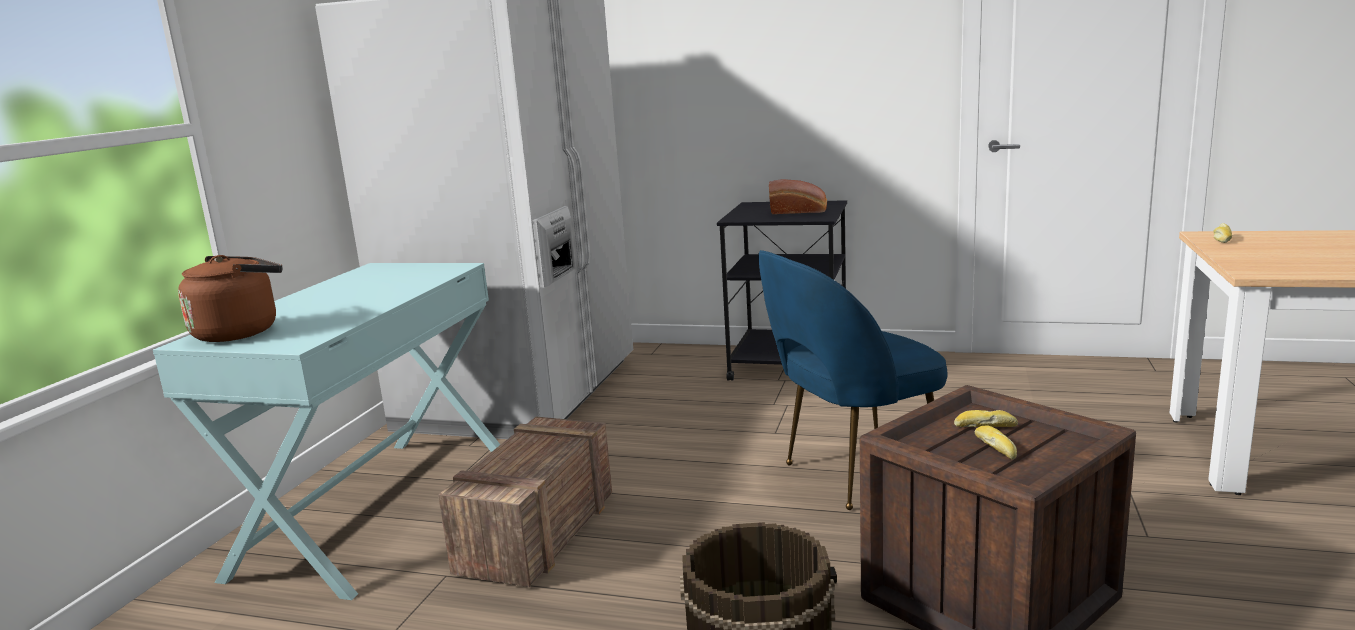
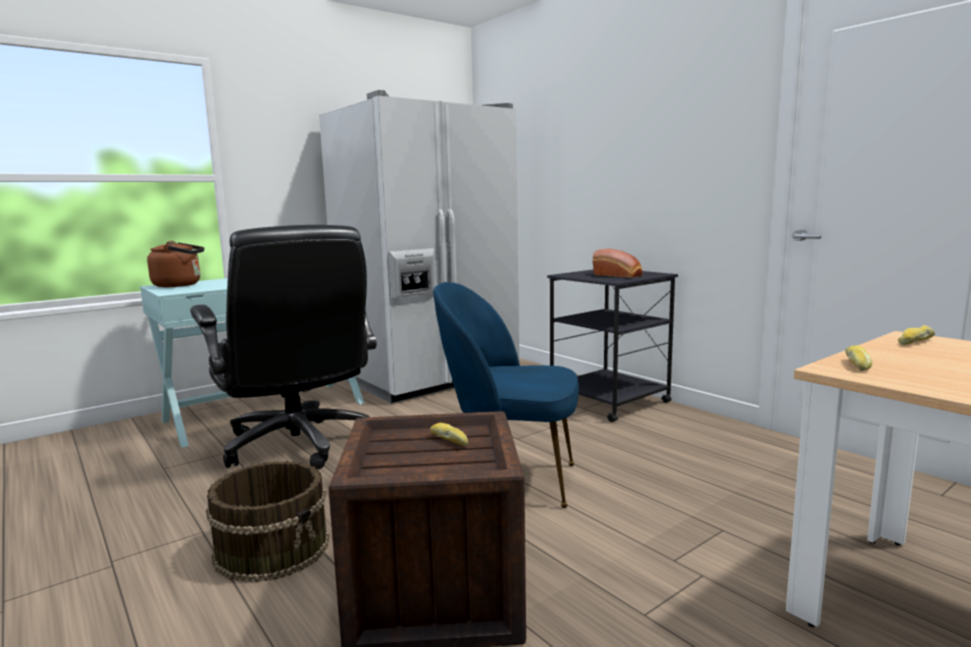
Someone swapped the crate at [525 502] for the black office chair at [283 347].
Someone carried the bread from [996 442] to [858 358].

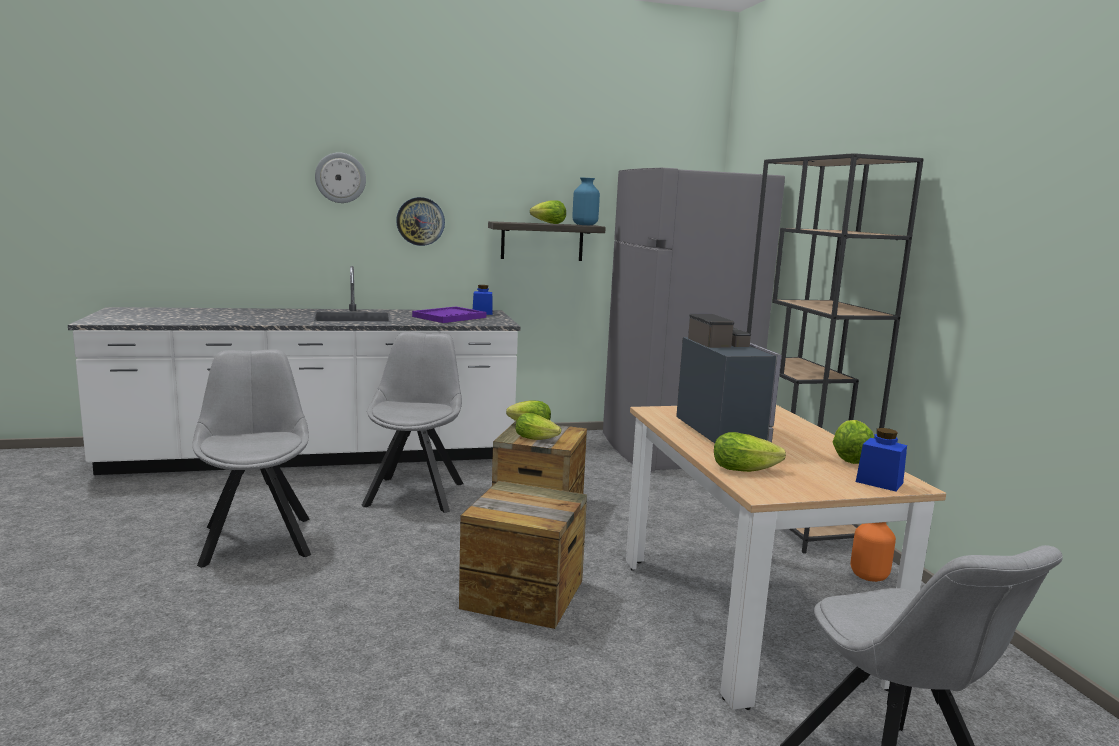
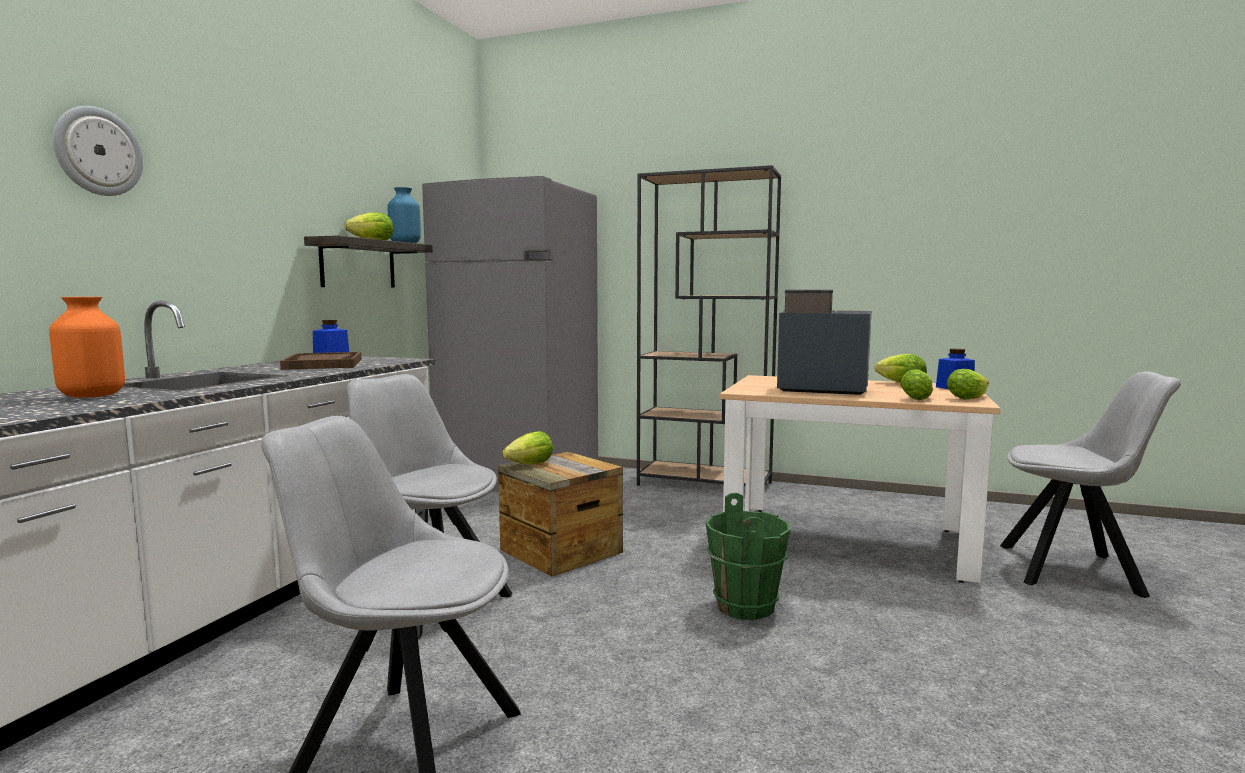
Someone took away the wall clock at [420 221].
Someone repainted the purple tray at [449 314], which became the brown tray at [321 361].
Someone swapped the crate at [523 555] for the green bucket at [747 556].
Someone carried the lettuce from [538 426] to [968 384].
Someone carried the orange vase from [873 552] to [87 347].

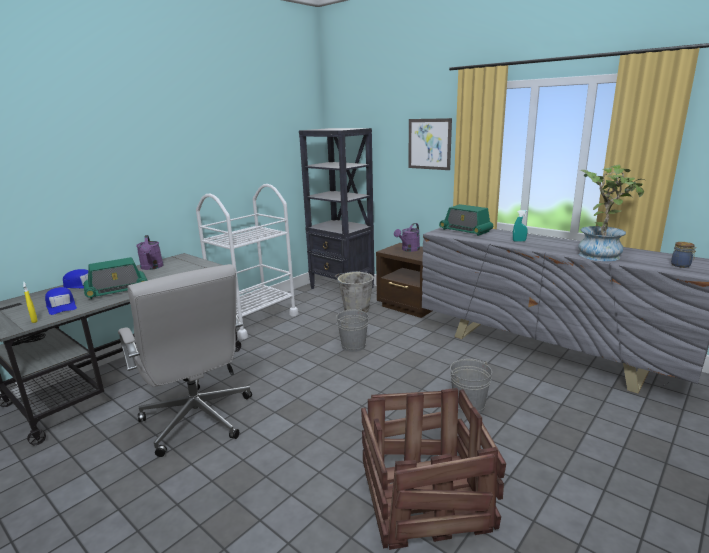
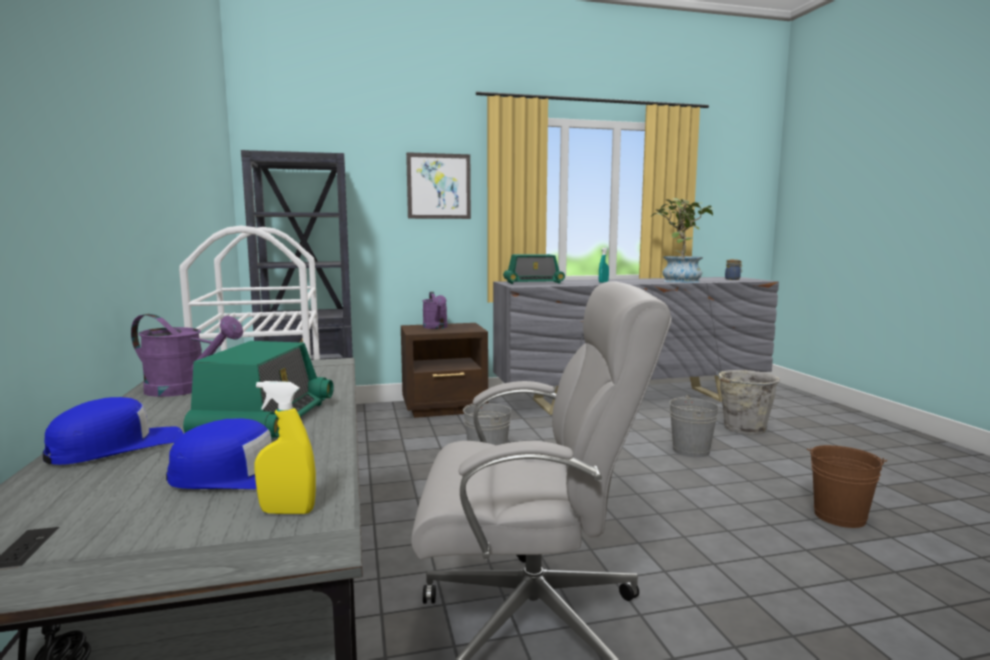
Someone carried the grey bucket from [354 291] to [747 402].
Someone swapped the crate at [433 469] for the brown bucket at [847 486].

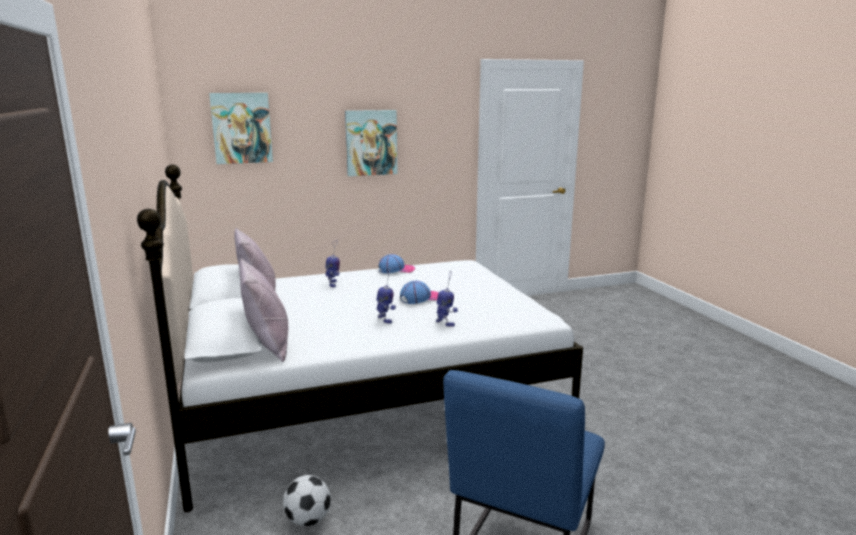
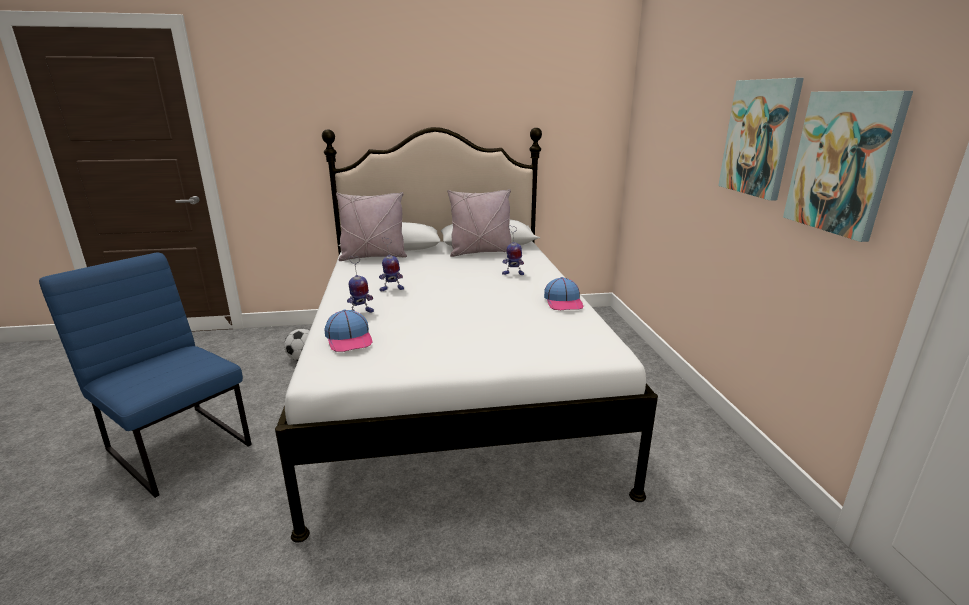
Someone carried the picture from [241 128] to [848 166].
Someone carried the cap from [419 292] to [348 330].

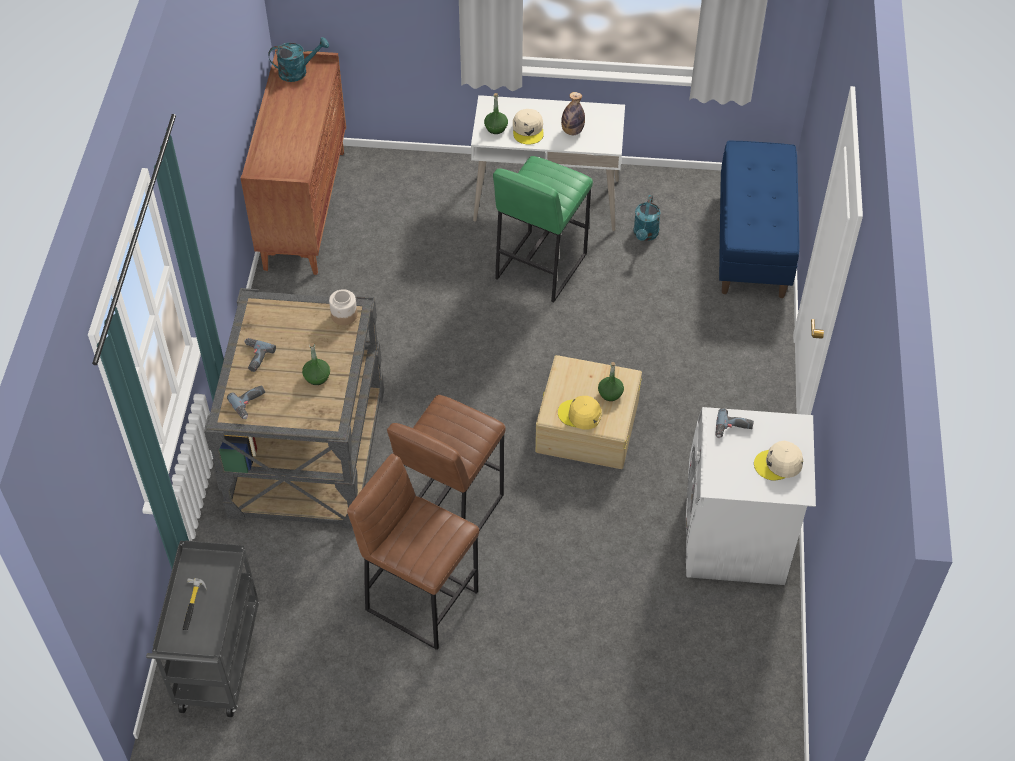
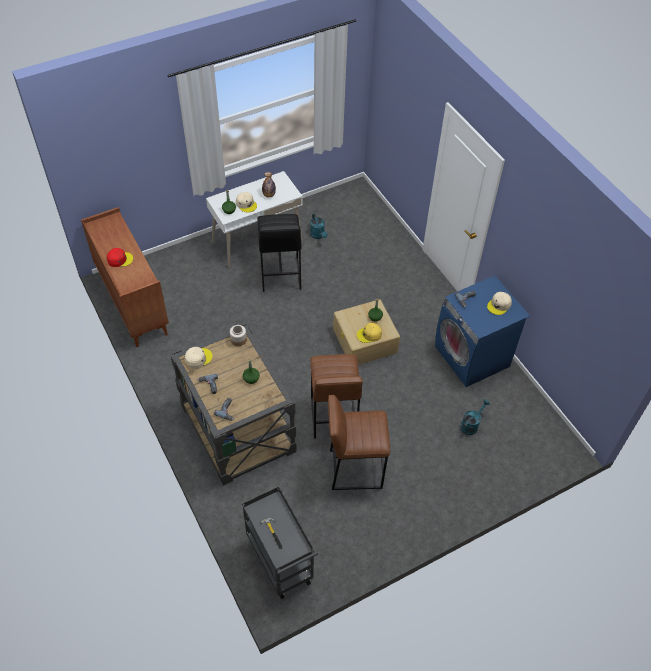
Someone carried the turquoise watering can from [298 59] to [475 417].
Someone repainted the green stool at [543 229], which became the black stool at [279 253].
Someone repainted the white washing machine at [751 496], which became the blue washing machine at [482 331].
Someone took away the blue bench at [759 219].
Someone put down the red cap at [120 257].
Someone put down the beige cap at [199 358].

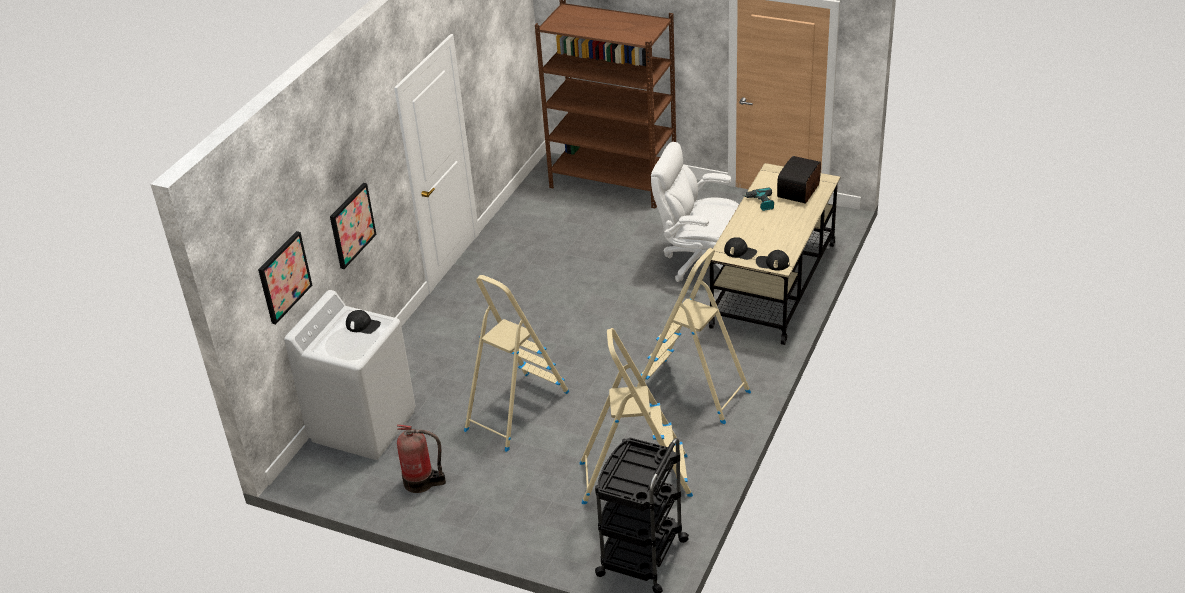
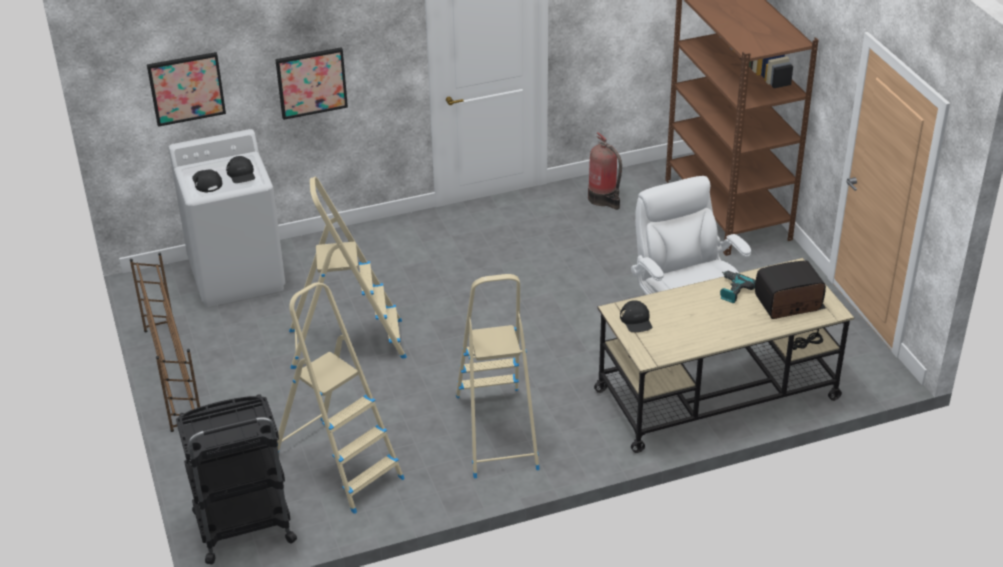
Someone carried the fire extinguisher from [421 458] to [605 171].
Someone carried the black cap from [773 260] to [207 181].
Someone put down the brown shoe rack at [165 342].

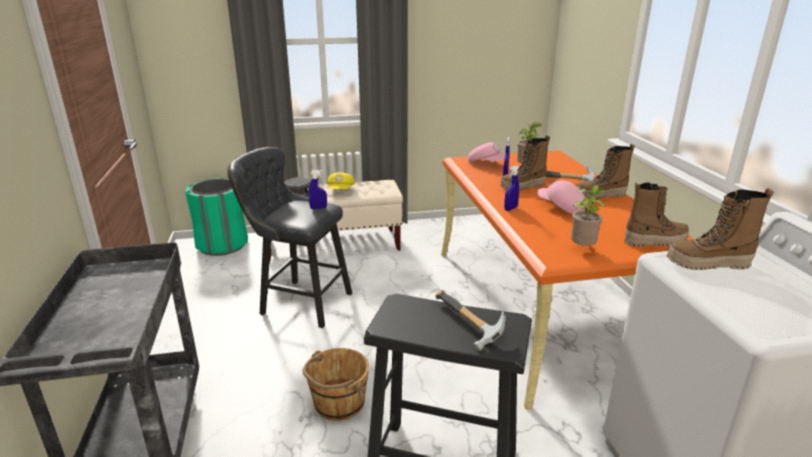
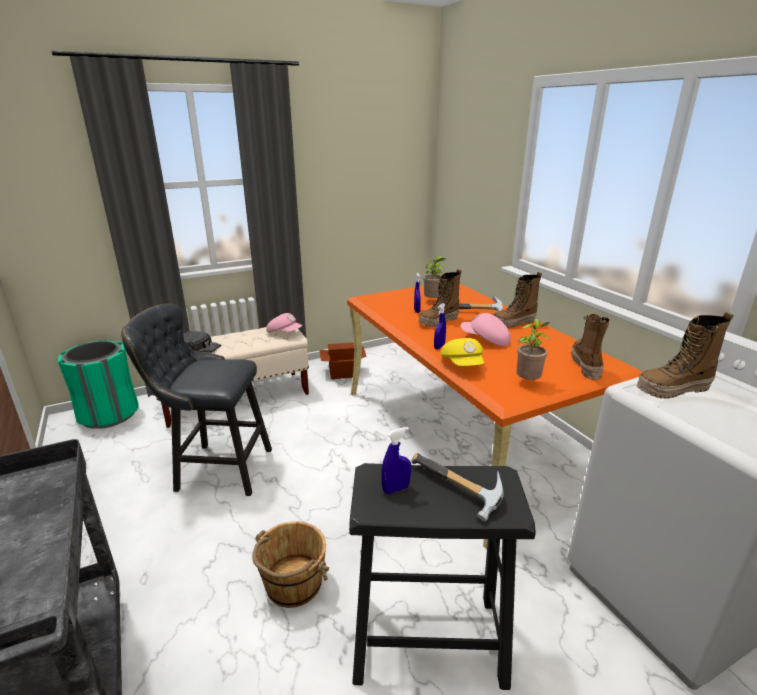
Someone carried the blue spray bottle from [318 189] to [396 460].
Someone carried the yellow cap from [341 180] to [462 352].
Someone carried the pink cap from [486 152] to [284 322].
Someone rotated the boot at [656 214] by 60 degrees counterclockwise.
Someone put down the cardboard box at [343 360].

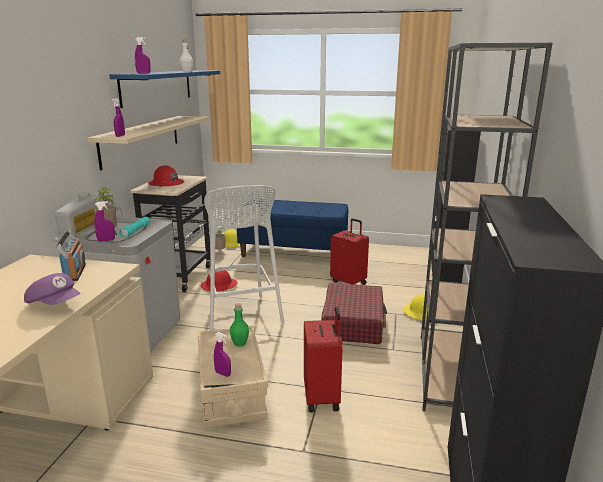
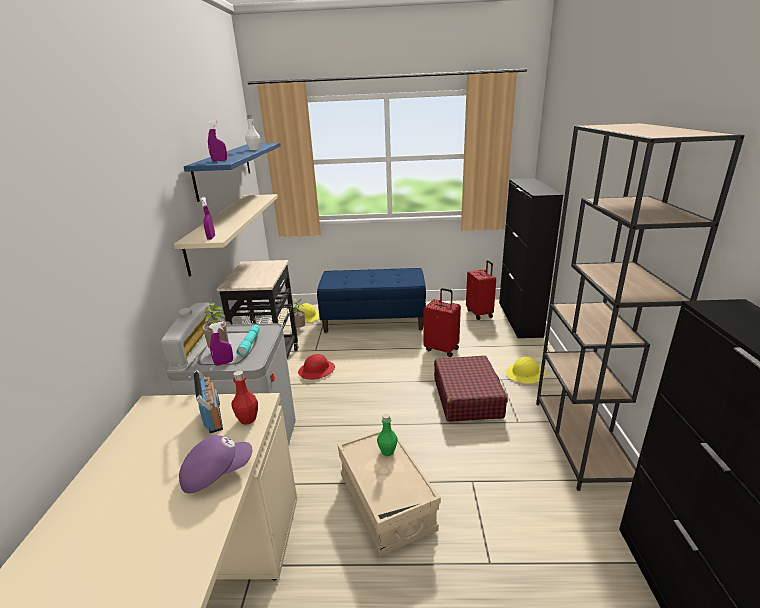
Someone rotated the purple cap at [52 289] by 45 degrees counterclockwise.
Someone took away the red hard hat at [166 176].
Someone took away the white stool at [244 258].
Someone took away the purple spray bottle at [222 354].
Someone carried the red suitcase from [323 360] to [481 290].
Someone put down the red bottle at [245 398].

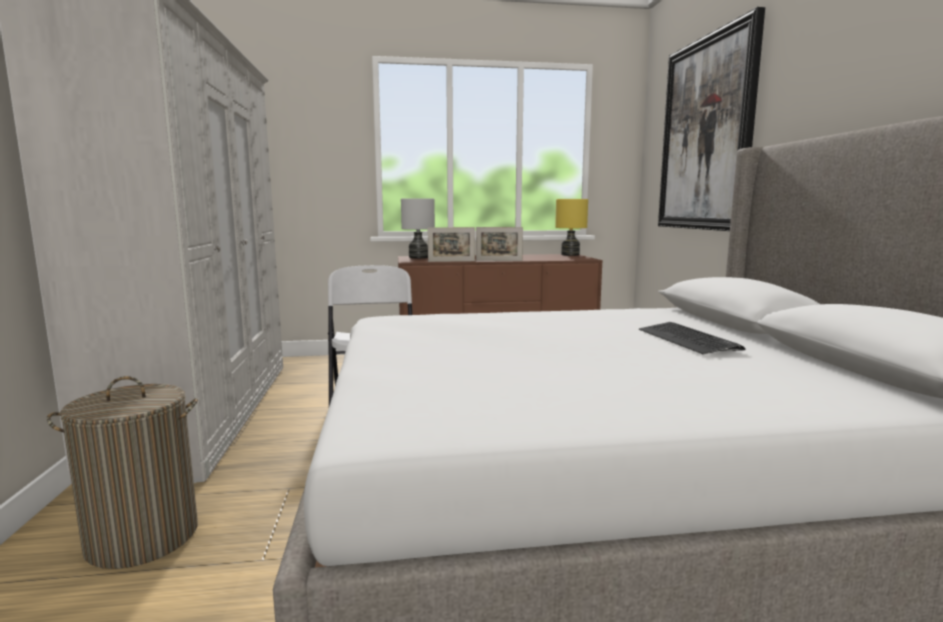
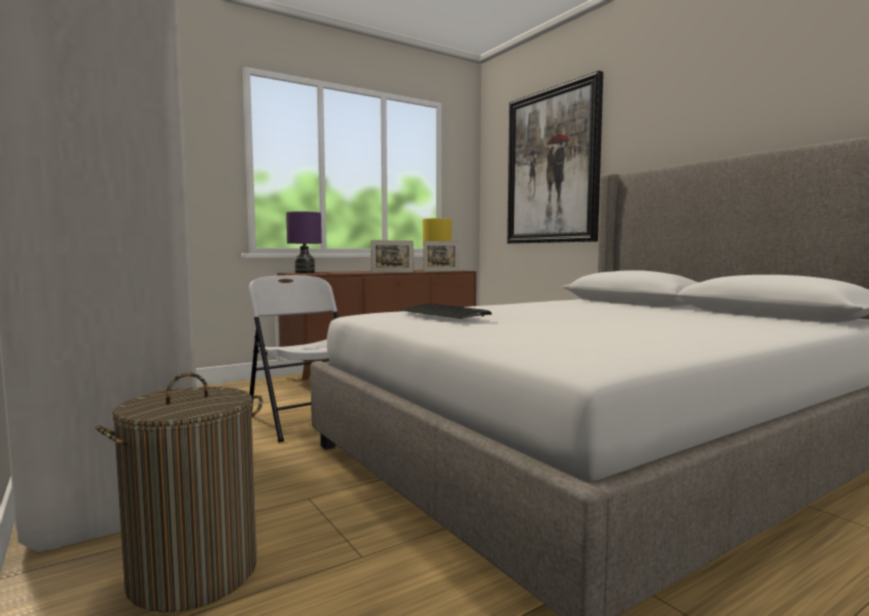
Someone repainted the grey table lamp at [418 228], which became the purple table lamp at [304 242].
Someone carried the picture frame from [451 244] to [441 256].
Someone carried the keyboard from [692 338] to [446 311].

